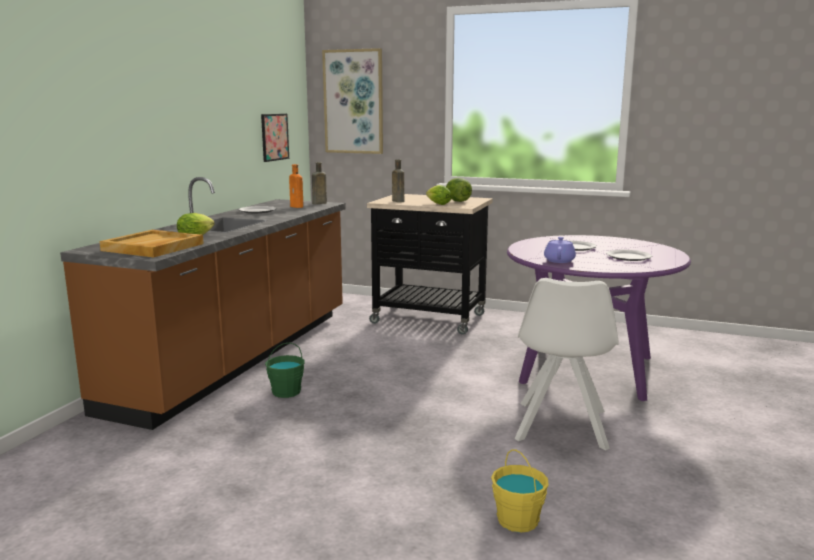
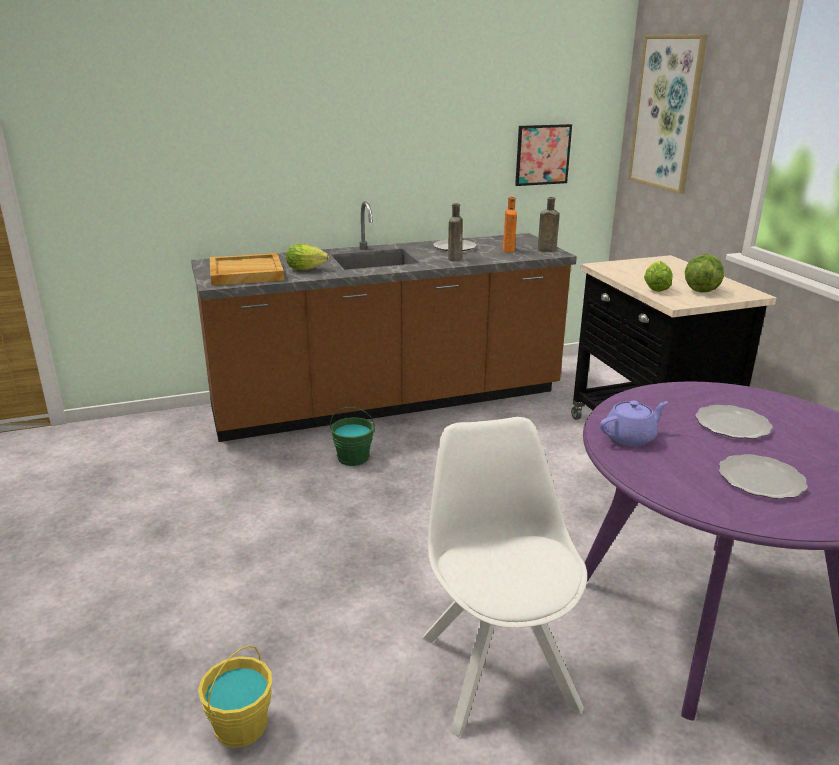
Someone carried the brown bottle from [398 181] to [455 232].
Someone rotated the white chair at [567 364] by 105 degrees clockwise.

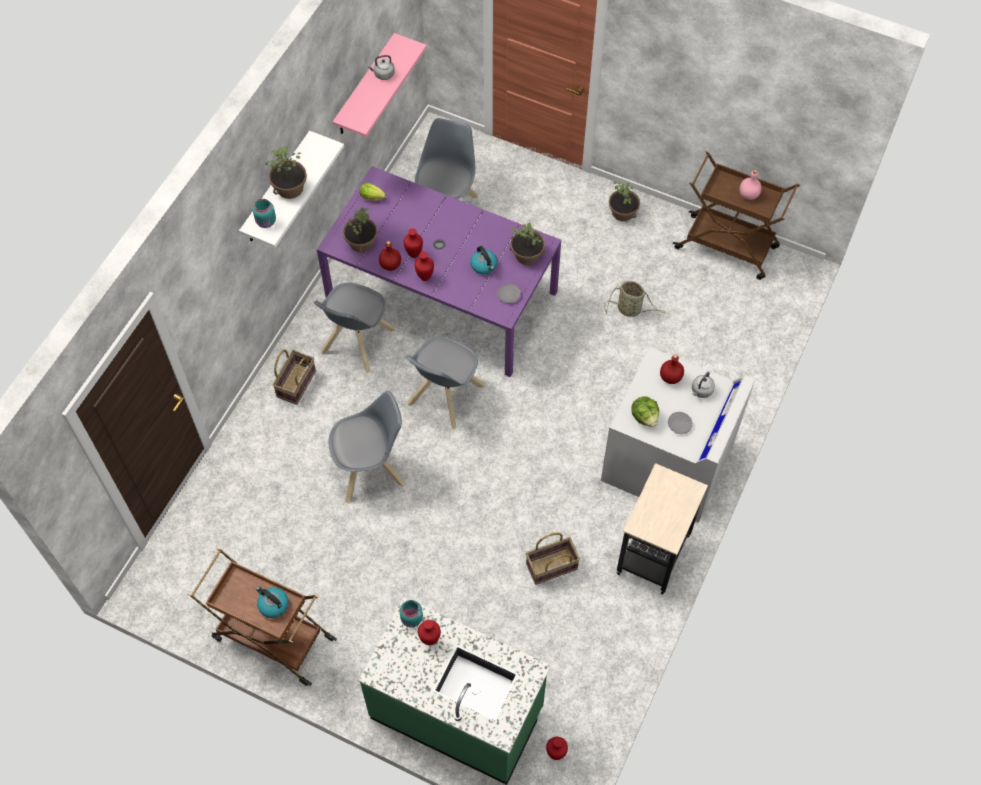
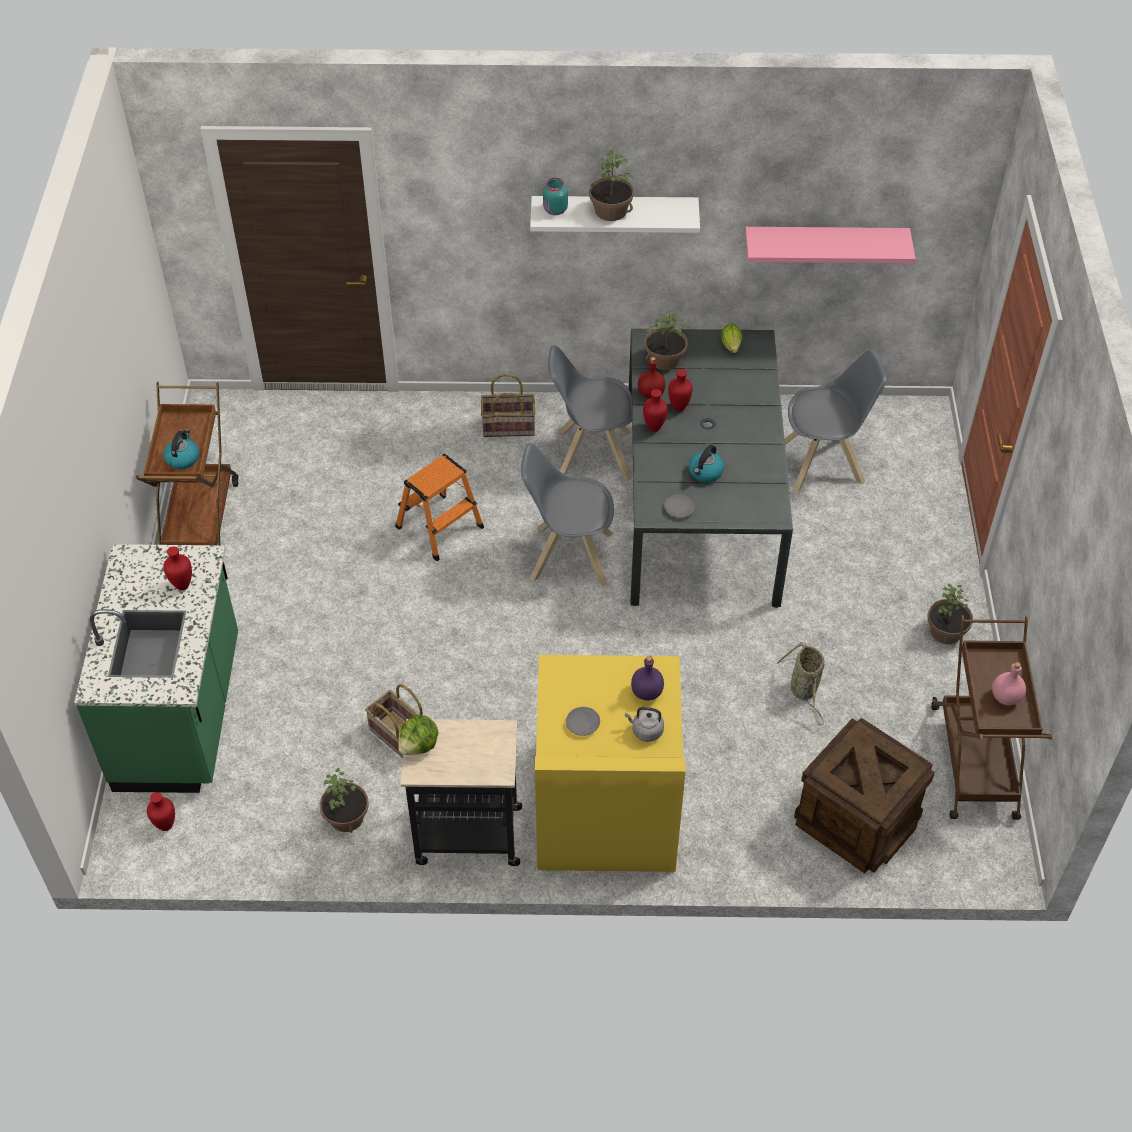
Someone repainted the purple dining table at [439 271], which became the grey dining table at [711 468].
Someone swapped the grey chair at [367 447] for the orange step ladder at [439 507].
Someone took away the grey kettle at [381 67].
Someone took away the turquoise jar at [411 614].
Someone carried the potted plant from [527 243] to [344 800].
Someone repainted the white washing machine at [678 435], which became the yellow washing machine at [610 763].
Someone carried the lettuce from [645 411] to [418 735].
Someone repainted the red bottle at [672 369], which became the purple bottle at [647 678].
Someone put down the crate at [864 795].

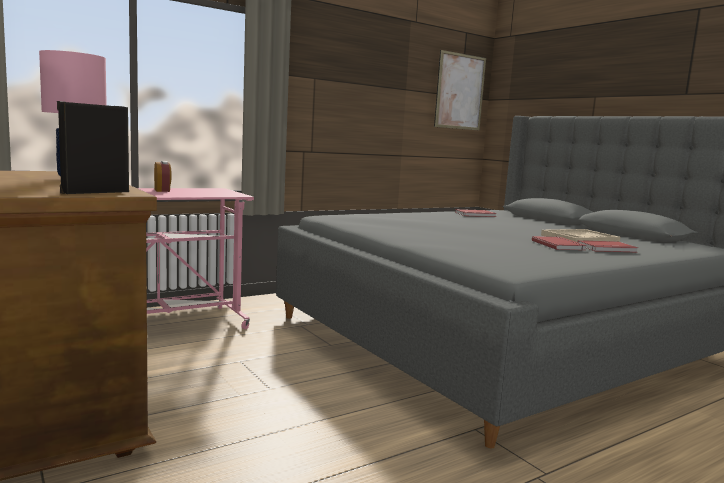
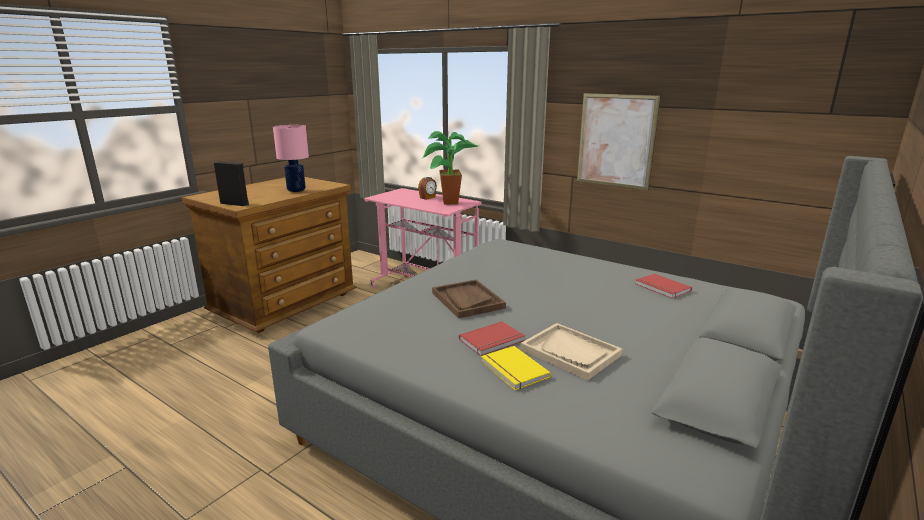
Someone carried the picture from [460 90] to [619 141].
Someone repainted the red book at [607 246], which became the yellow book at [516 368].
Someone put down the potted plant at [450 168].
Someone put down the brown tray at [469 299].

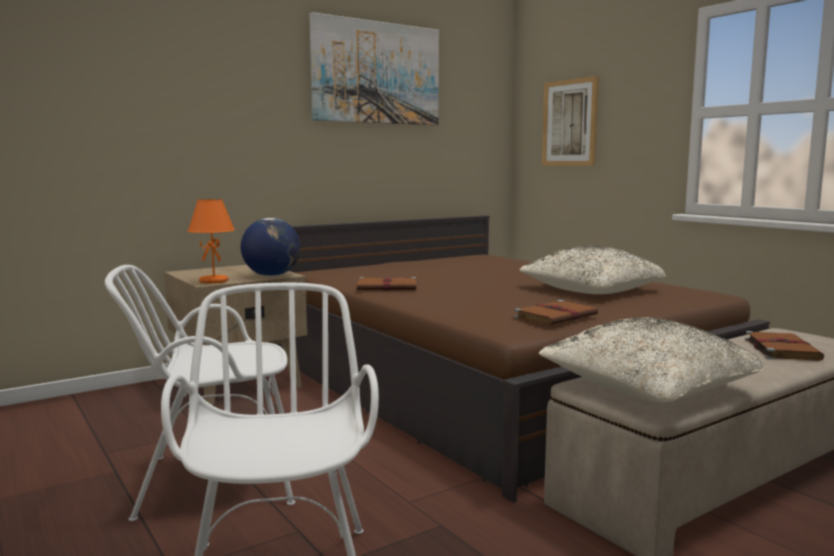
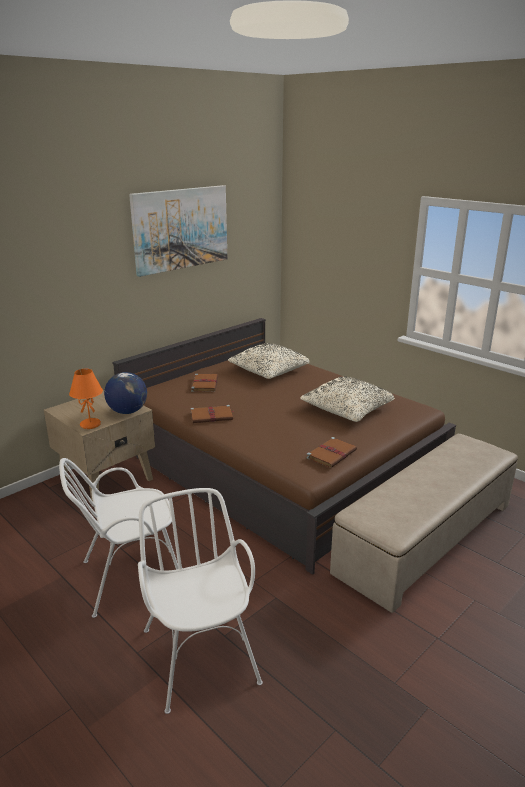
Someone carried the beige pillow from [651 359] to [269 361].
Someone took away the picture at [570 121].
Someone carried the brown book from [785 346] to [204 383].

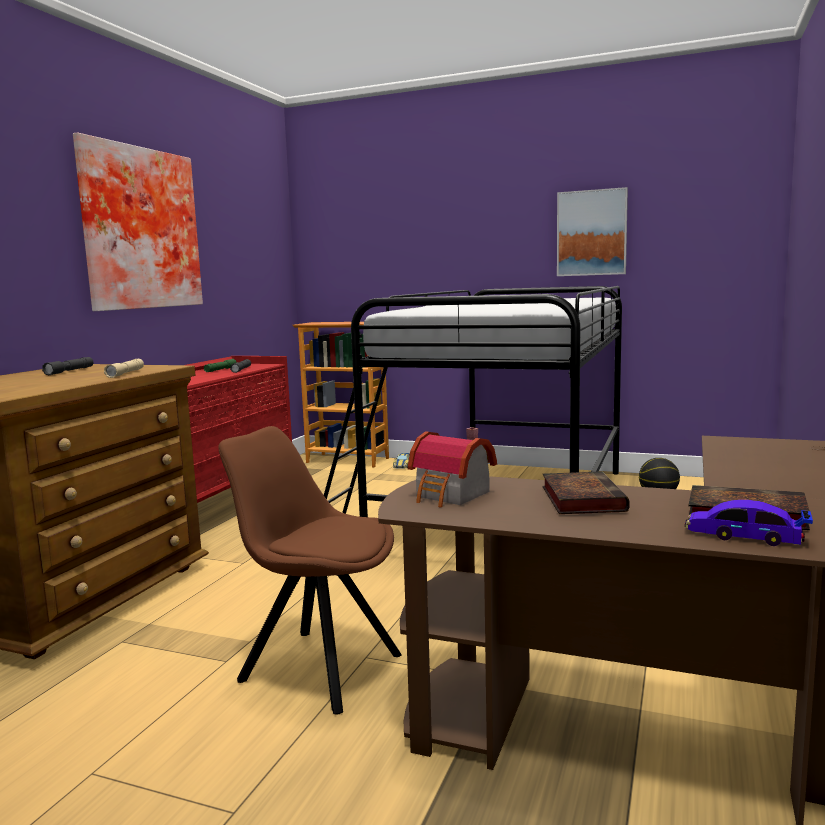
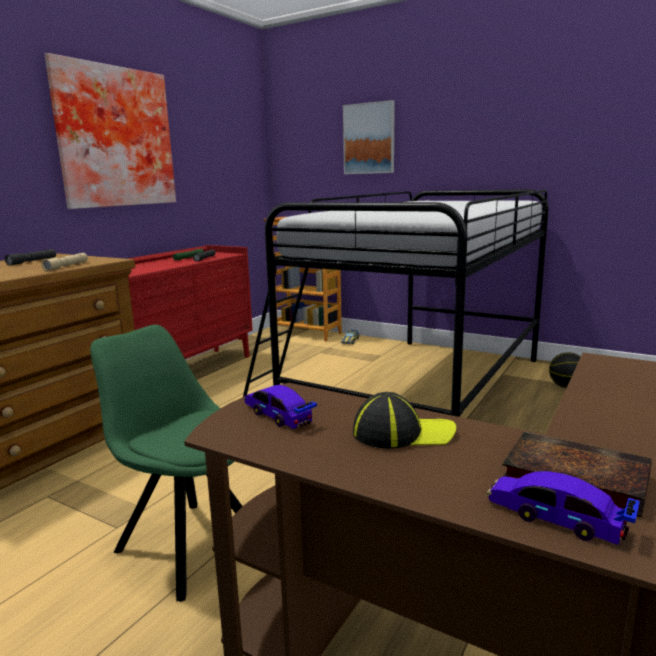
Someone repainted the brown chair at [310 570], which became the green chair at [166 463].
Someone swapped the toy house at [452 467] for the toy car at [280 407].
Someone swapped the book at [586 492] for the cap at [404 420].
Someone carried the picture from [592 231] to [369 137].

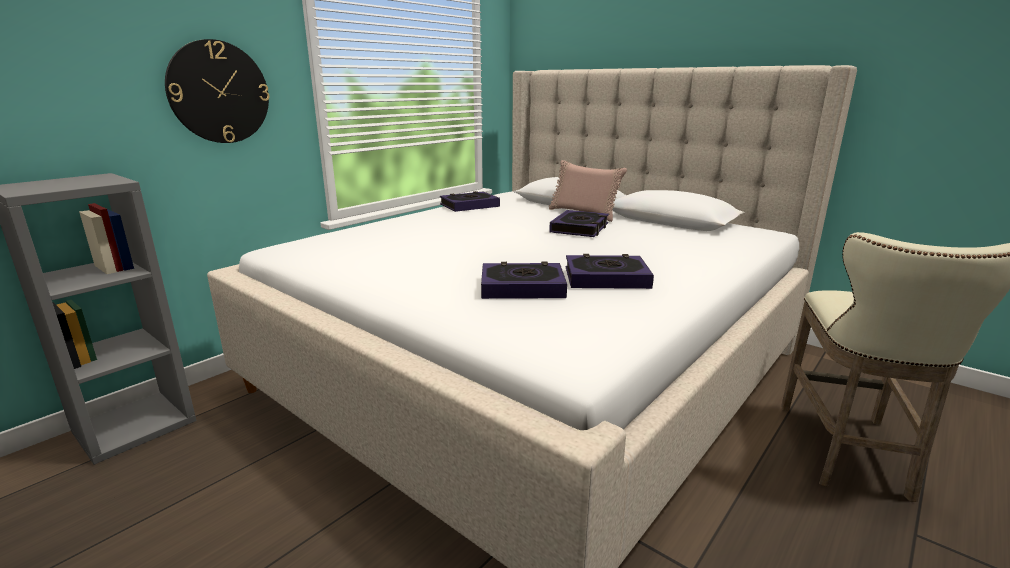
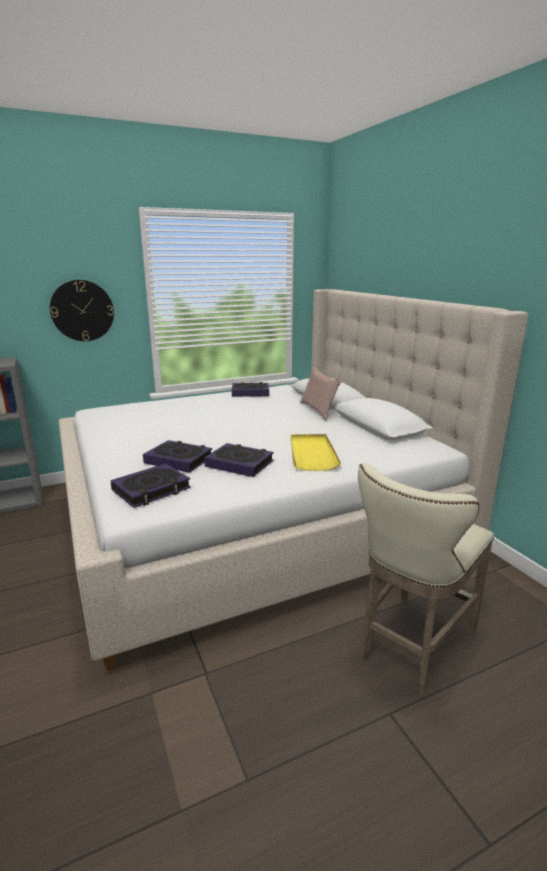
Someone carried the book from [579 223] to [151 485].
Someone put down the yellow tray at [316 452].

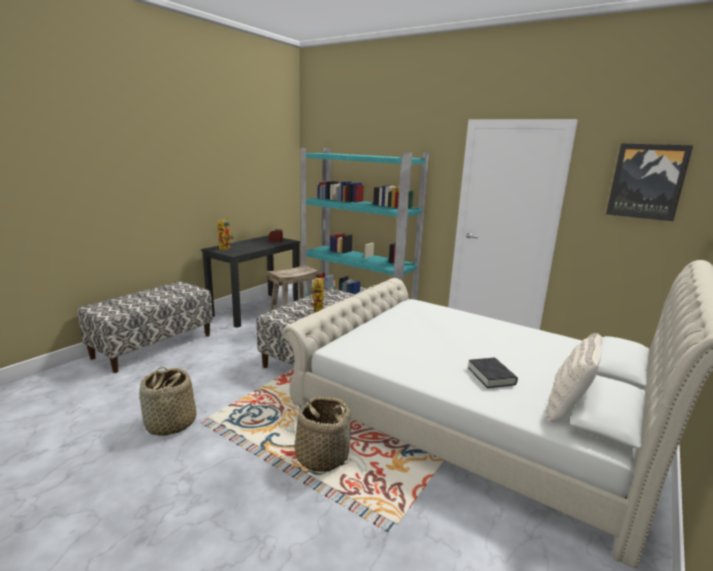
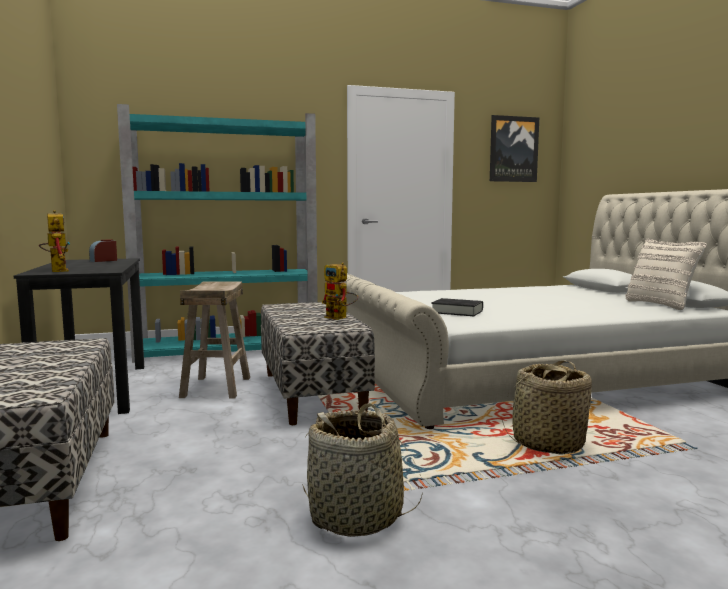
Someone carried the black book from [493 373] to [457 307].

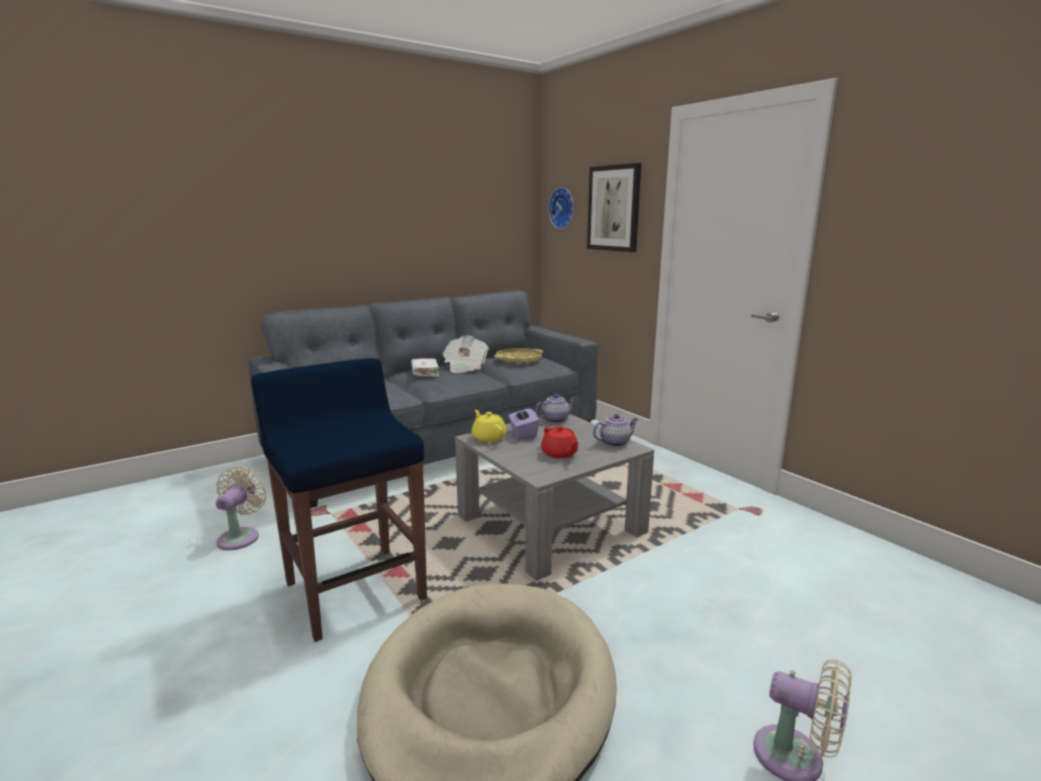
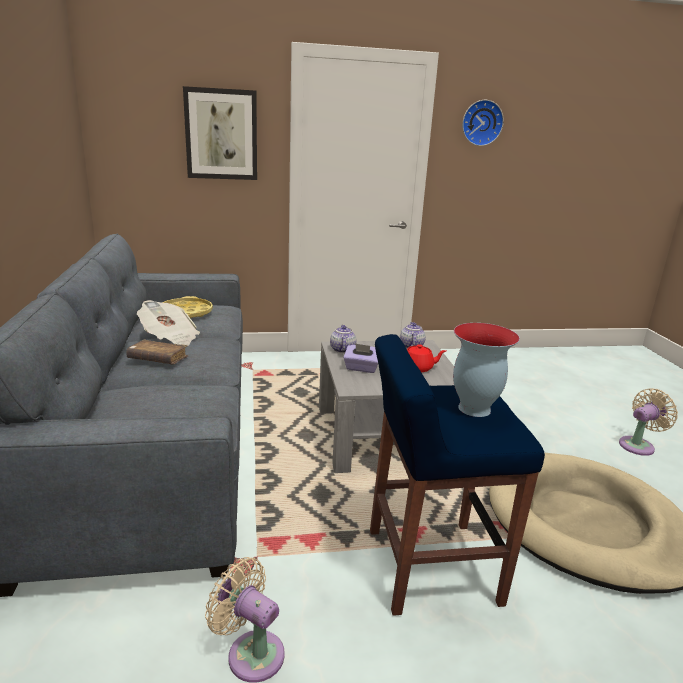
Someone repainted the white book at [425 367], which became the brown book at [157 352].
Someone took away the yellow teapot at [489 426].
Someone carried the wall clock from [561 208] to [483 123].
Someone put down the vase at [486 370].

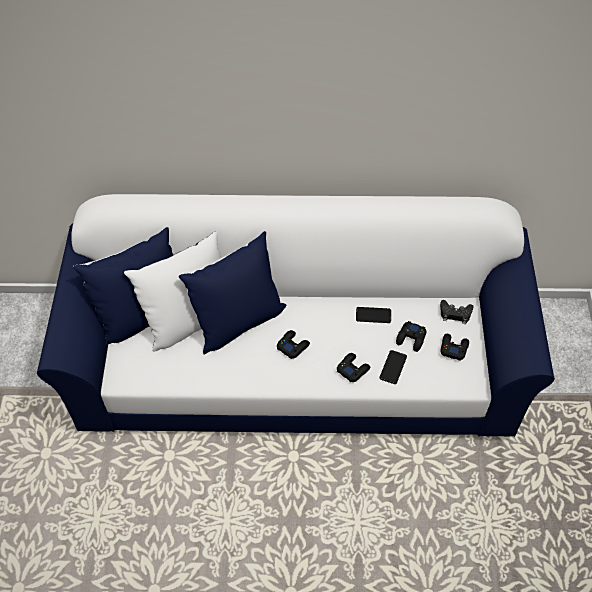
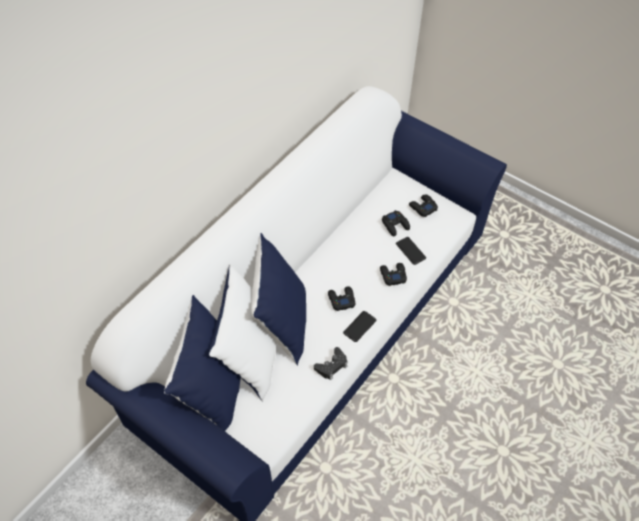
Someone carried the phone from [373 315] to [360 326].
Someone carried the black game controller from [457 312] to [330 363].

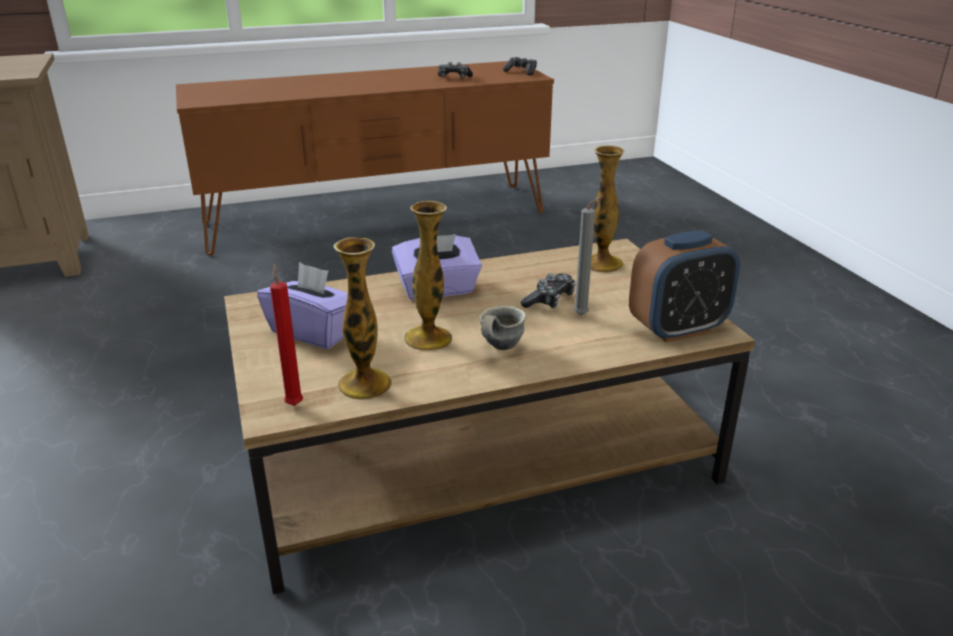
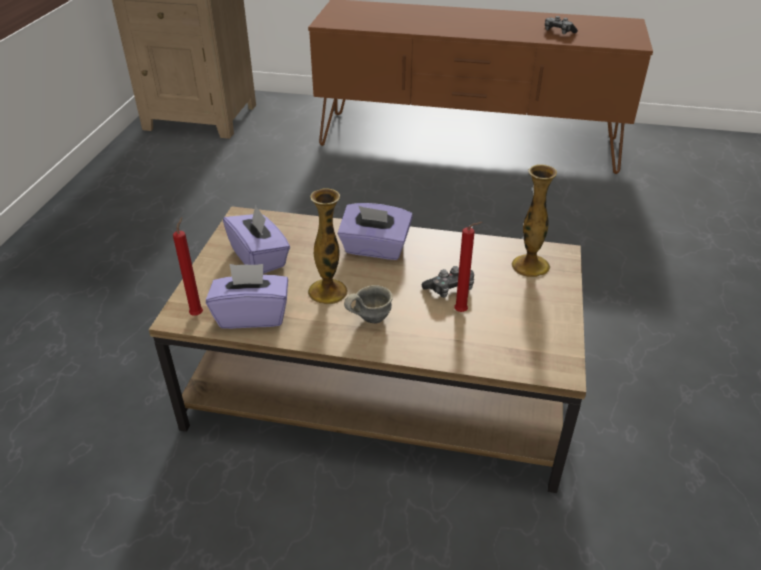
Someone swapped the vase at [363 318] for the purple tissue box at [247 296].
Someone took away the game controller at [520 66].
Someone repainted the grey candle at [588 255], which became the red candle at [468 267].
Someone took away the alarm clock at [684 286].

